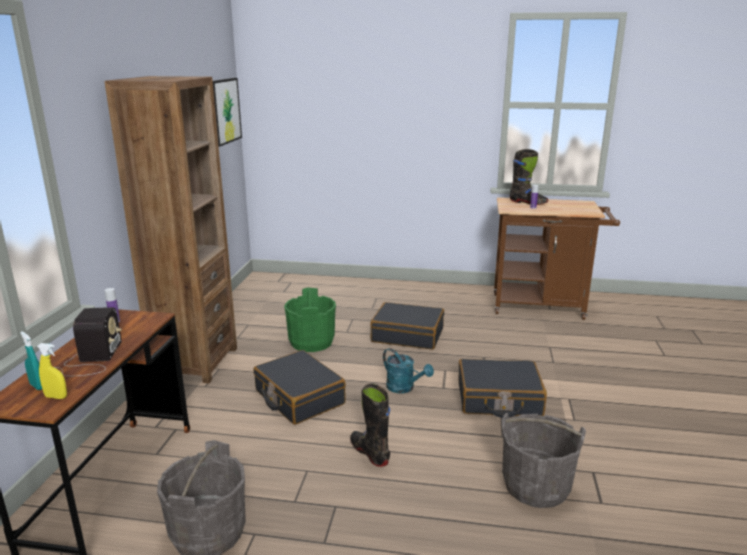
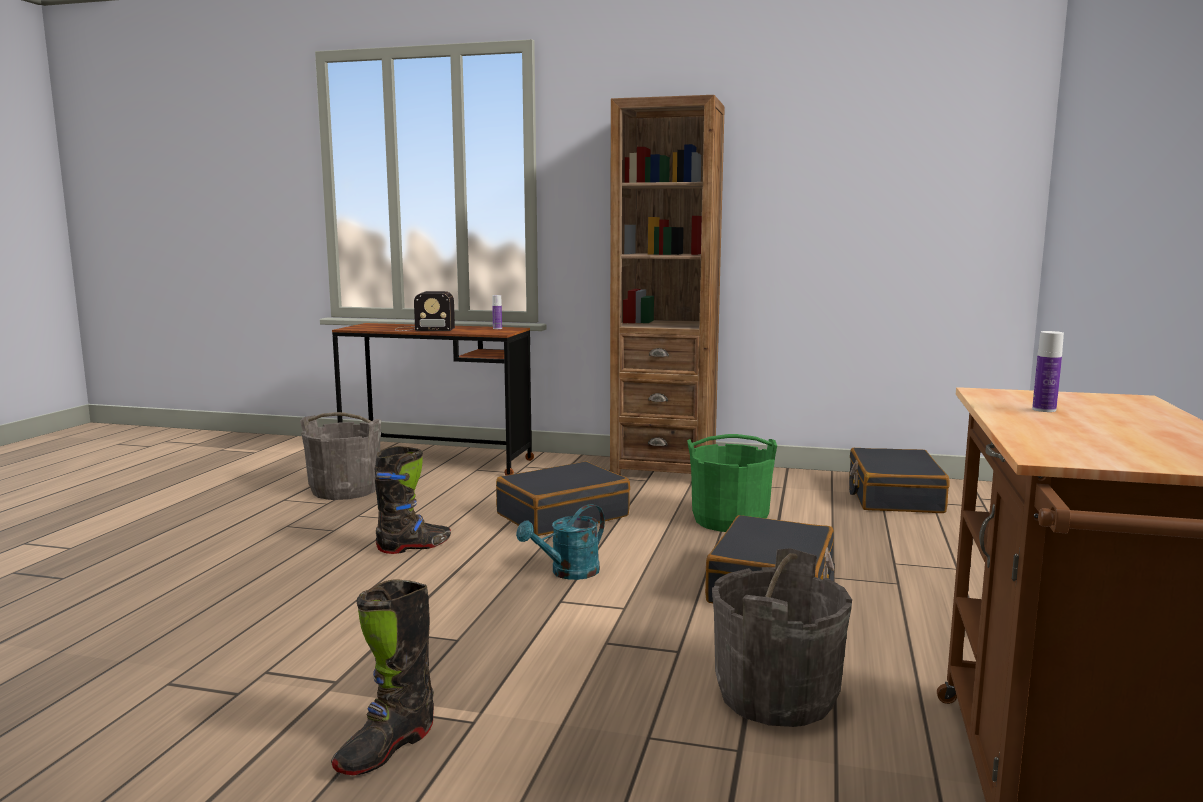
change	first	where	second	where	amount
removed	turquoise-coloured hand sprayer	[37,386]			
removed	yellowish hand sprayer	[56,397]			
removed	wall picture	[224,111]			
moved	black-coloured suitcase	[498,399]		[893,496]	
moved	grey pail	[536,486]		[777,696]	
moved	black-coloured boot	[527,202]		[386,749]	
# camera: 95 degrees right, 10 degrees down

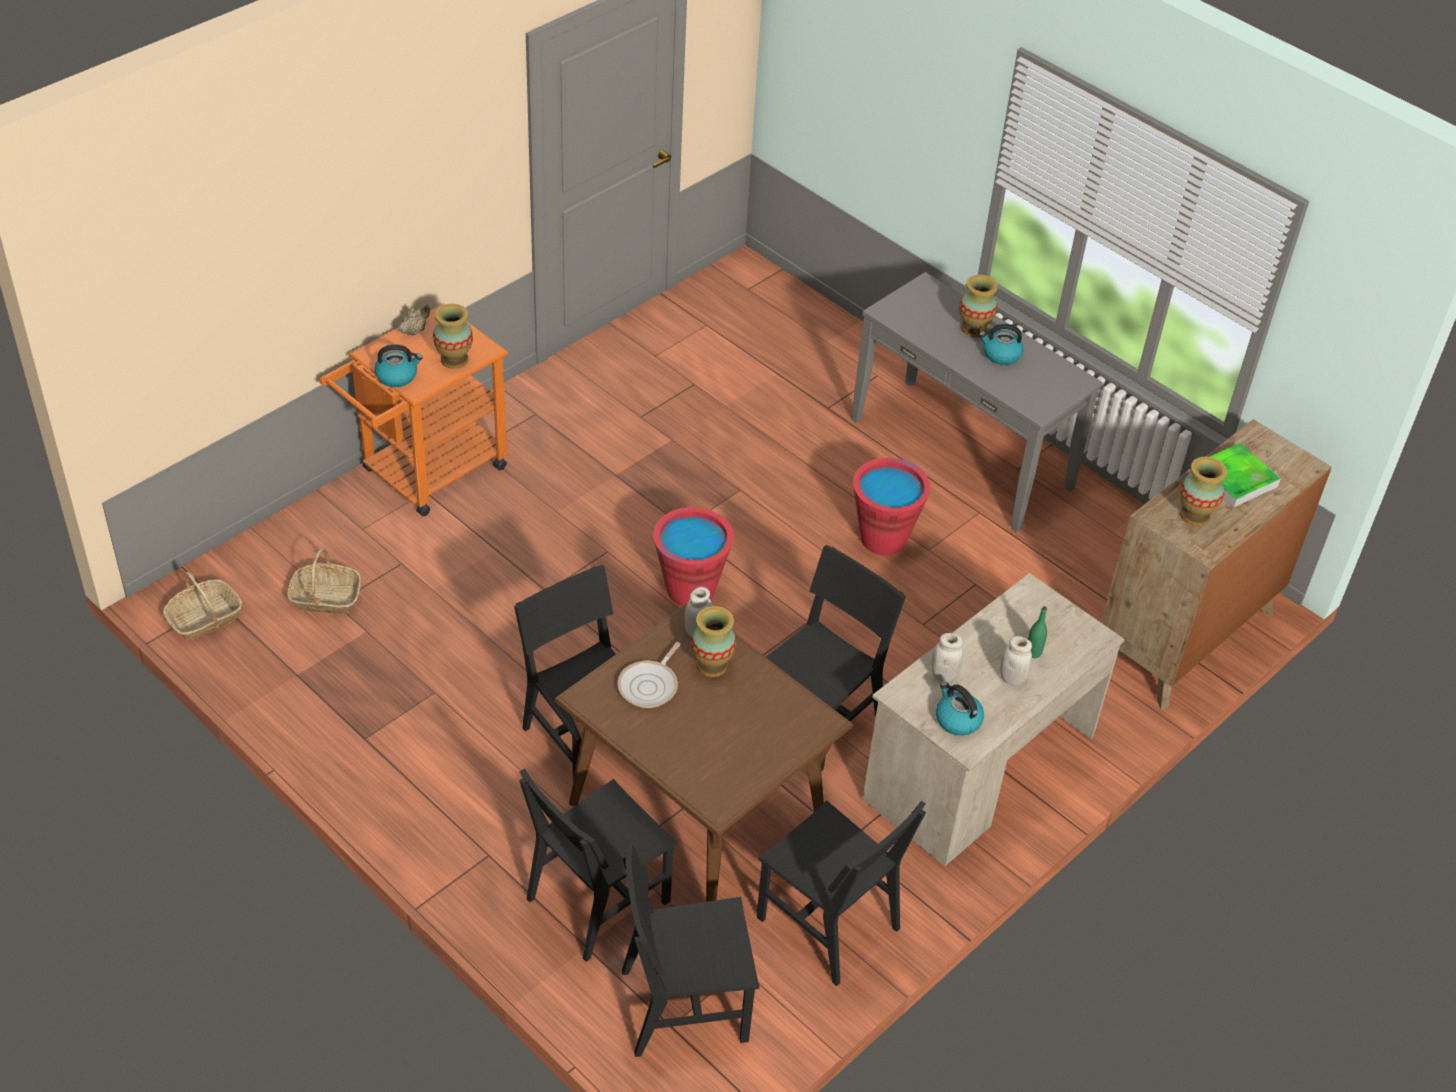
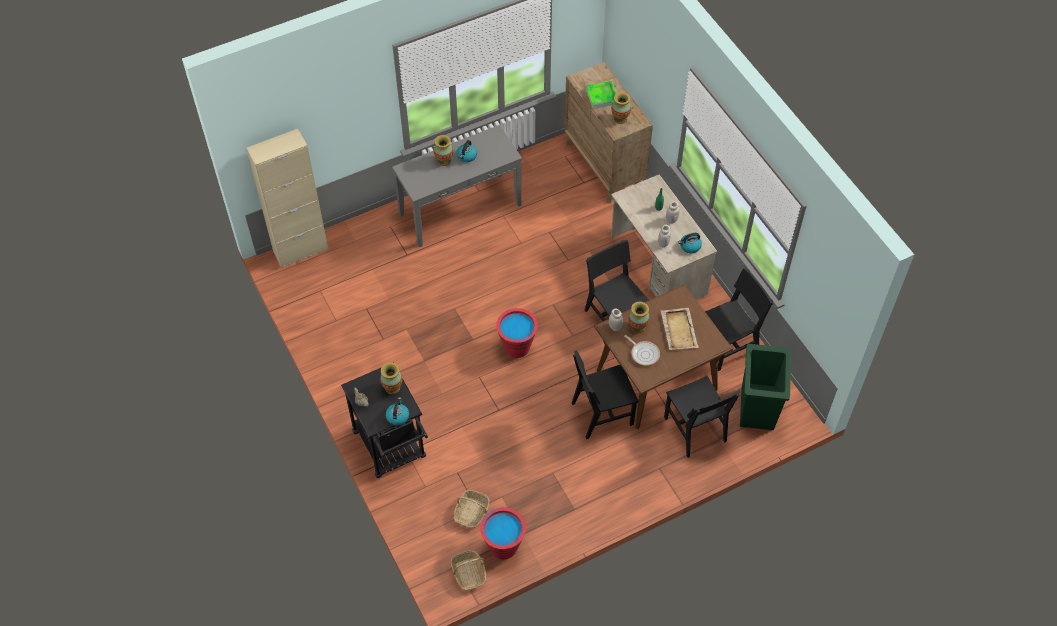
change	first	where	second	where	amount
recoloured	orangey cart	[425,474]	black-coloured cart	[392,449]	
replaced	black-coloured upright chair	[684,1005]	green-coloured trash can	[756,409]	
moved	red-coloured pail	[883,538]		[503,547]	
added			beige-coloured cupboard	[301,250]	
added			beige-coloured serving tray	[679,329]	
# camera: 70 degrees left, 10 degrees up

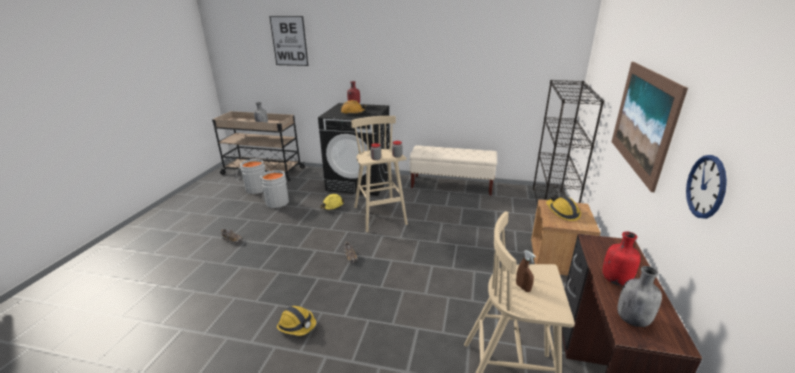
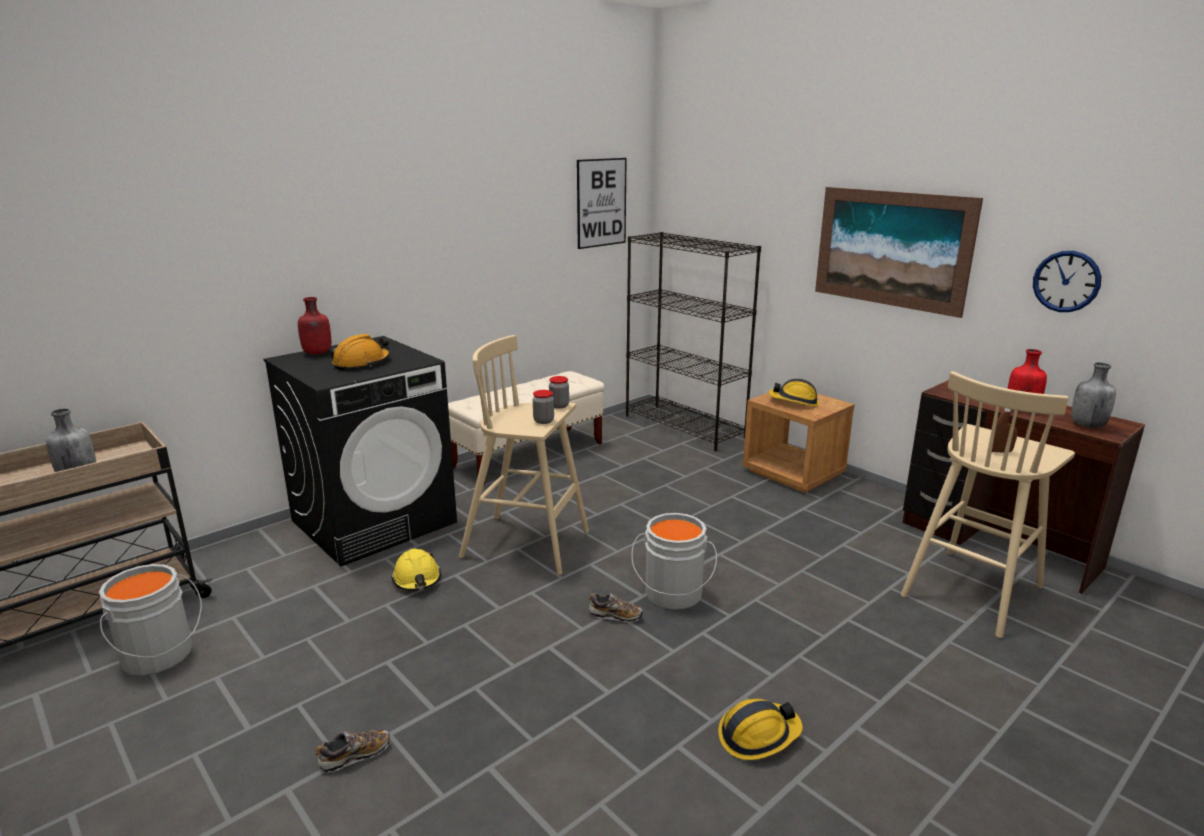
change	first	where	second	where	amount
moved	grey pail	[275,202]		[672,595]	
moved	wall picture	[289,41]		[601,203]	
# camera: 55 degrees left, 5 degrees down

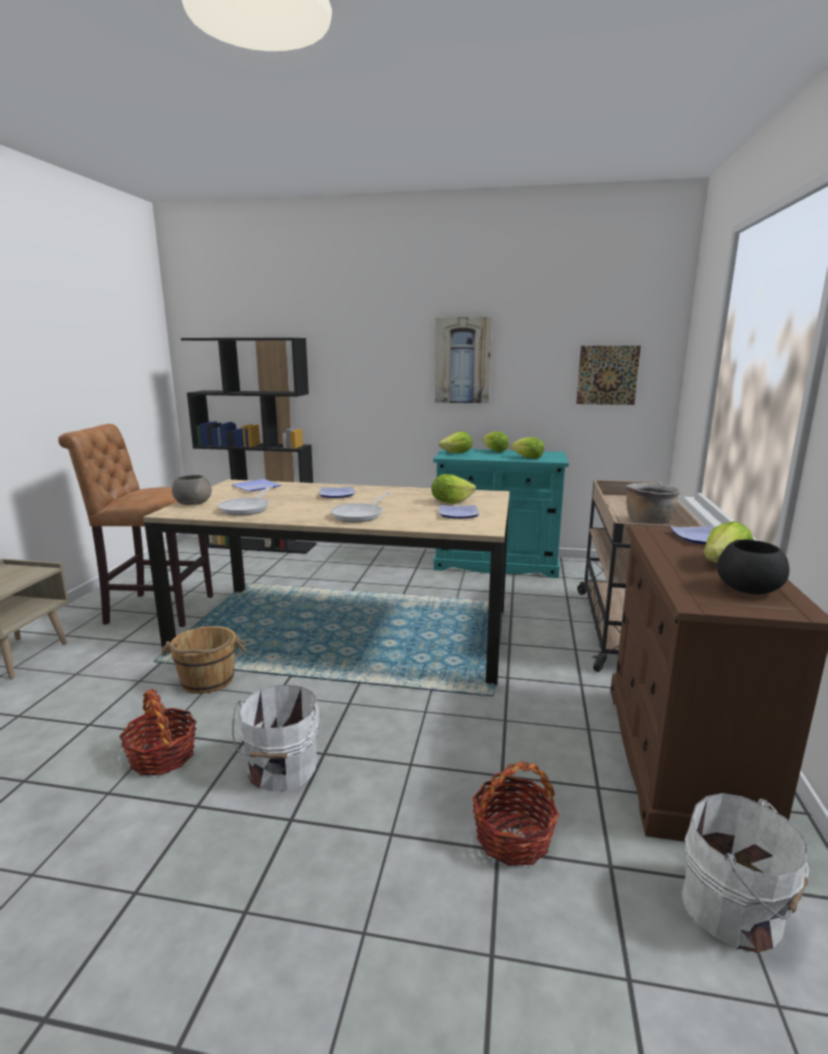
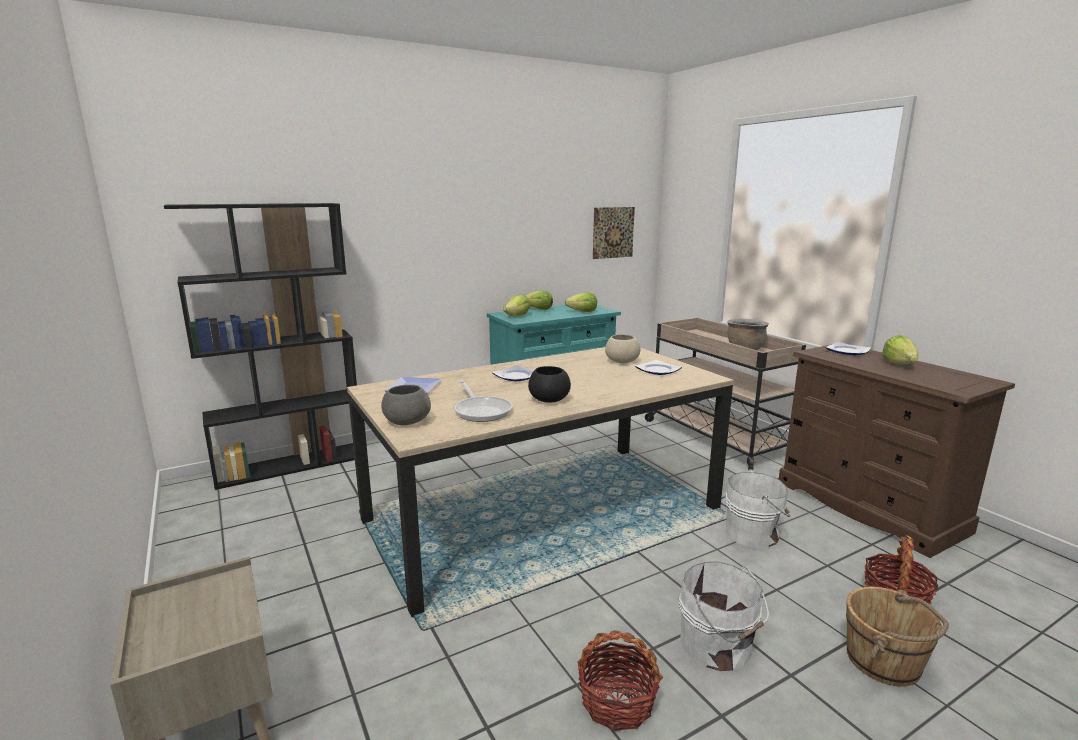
change	first	where	second	where	amount
removed	brown stool	[155,610]			
moved	brown pail	[207,680]		[884,661]	
removed	pan	[360,515]			
replaced	head of lettuce	[450,502]	beige-coloured serving bowl	[621,361]	
removed	wall picture	[462,360]			
moved	white-coloured pail	[736,911]		[754,533]	
moved	black-coloured serving bowl	[747,590]		[548,400]	
# camera: 40 degrees left, 0 degrees up

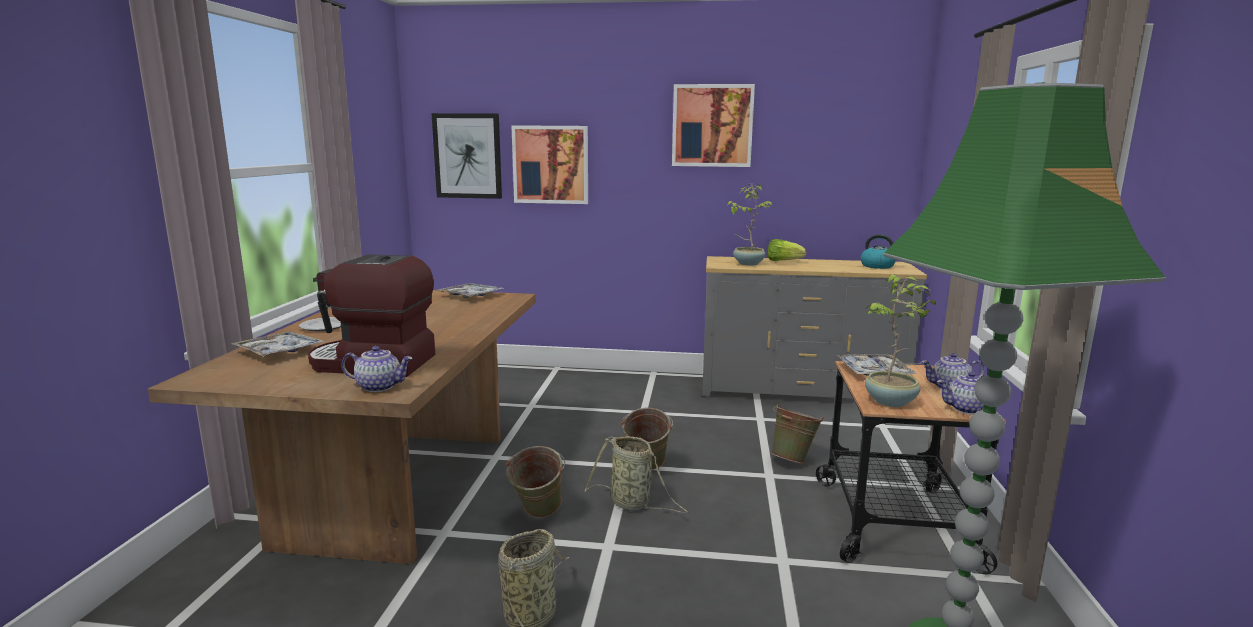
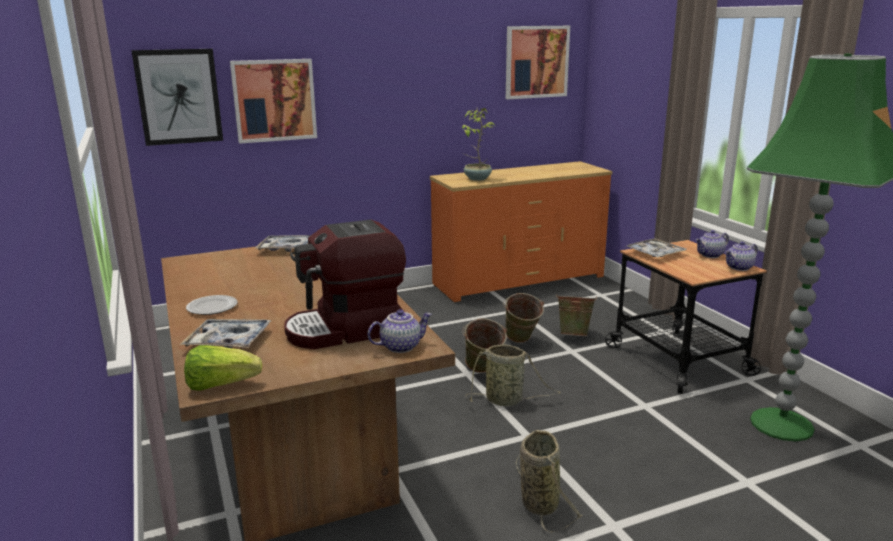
change	first	where	second	where	amount
moved	green-coloured pail	[537,516]		[521,341]	
moved	wall picture	[712,126]		[536,62]	
recoloured	grey dresser	[799,390]	orangey dresser	[518,280]	
moved	head of lettuce	[783,261]		[221,385]	
removed	water kettle	[878,266]			
removed	potted plant	[891,402]			
# camera: 30 degrees left, 5 degrees up

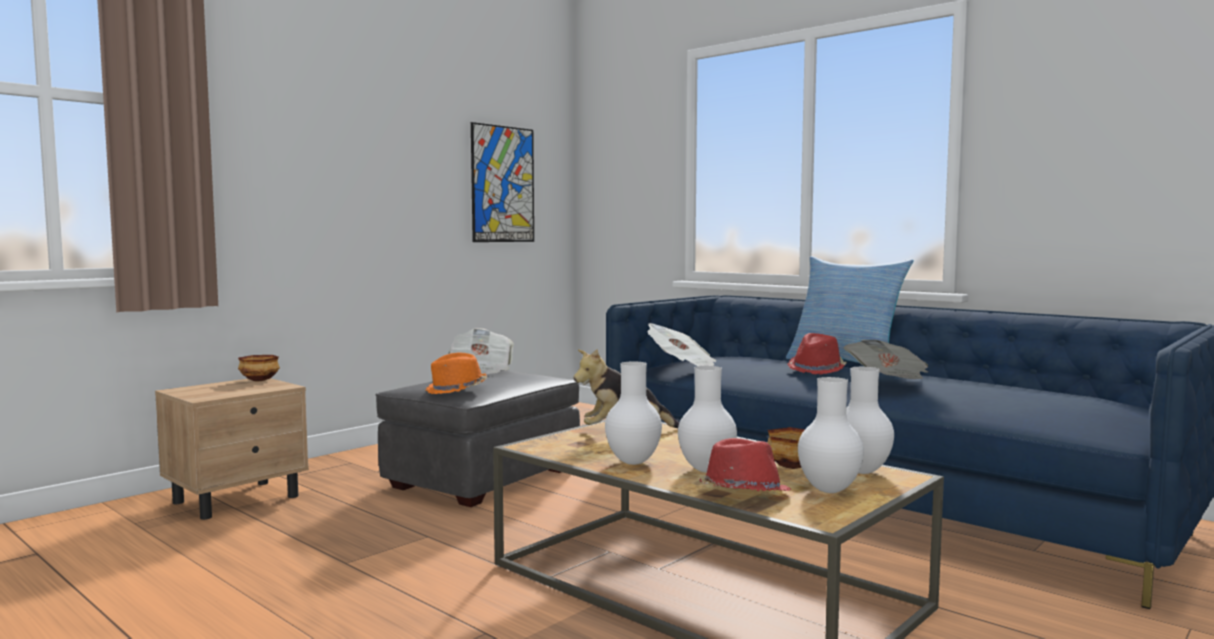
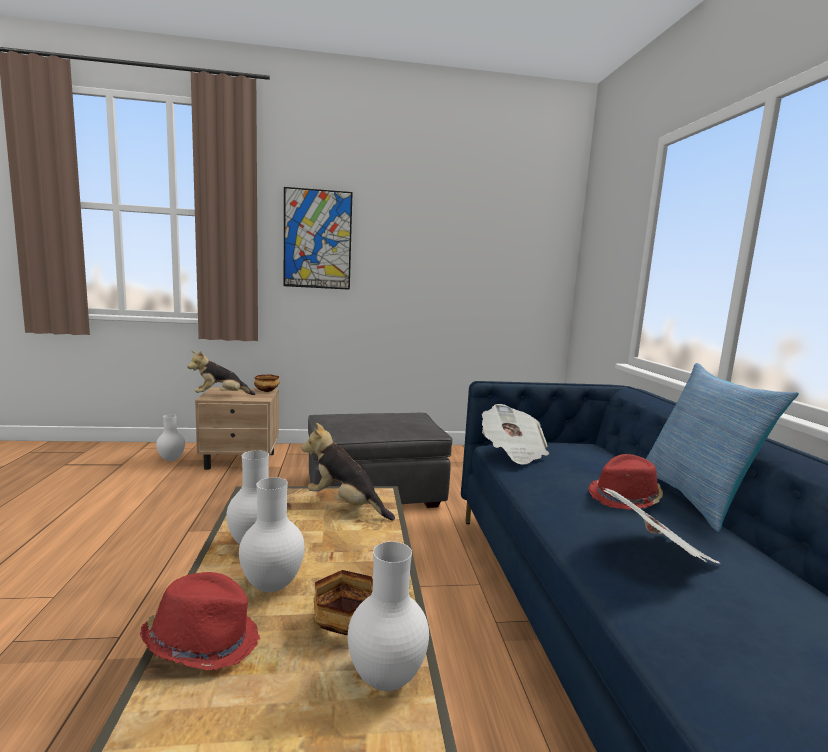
change	first	where	second	where	amount
removed	orangey clothing hat	[456,390]			
removed	printed paper	[481,371]			
moved	wall picture	[503,184]		[317,239]	
moved	white-coloured decorative vase	[827,490]		[171,459]	
added			plush toy	[220,396]	
# camera: 40 degrees right, 5 degrees up

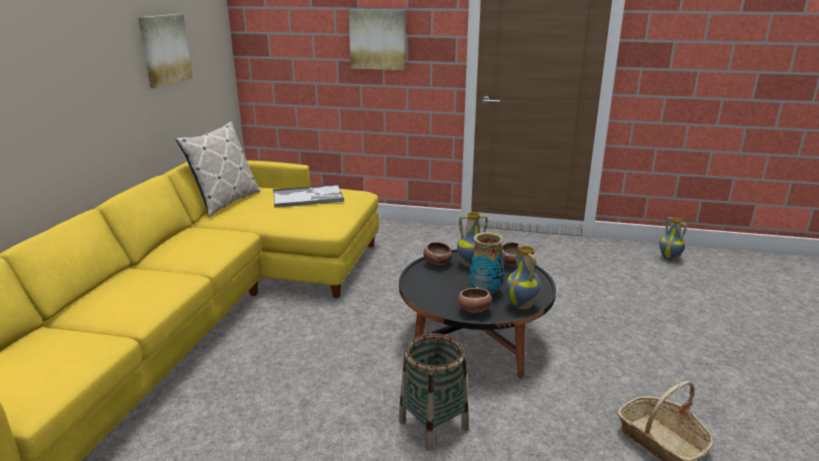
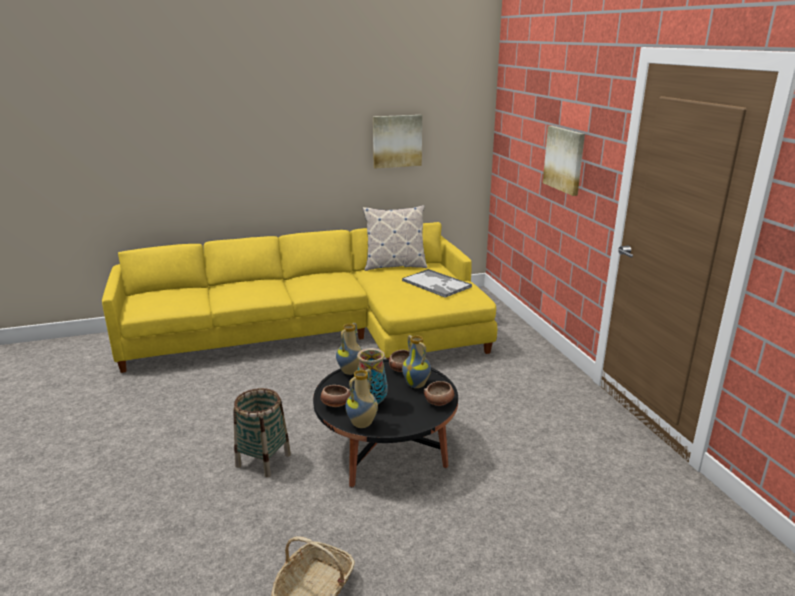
change	first	where	second	where	amount
moved	decorative vase	[670,258]		[351,372]	
# camera: 60 degrees right, 0 degrees up

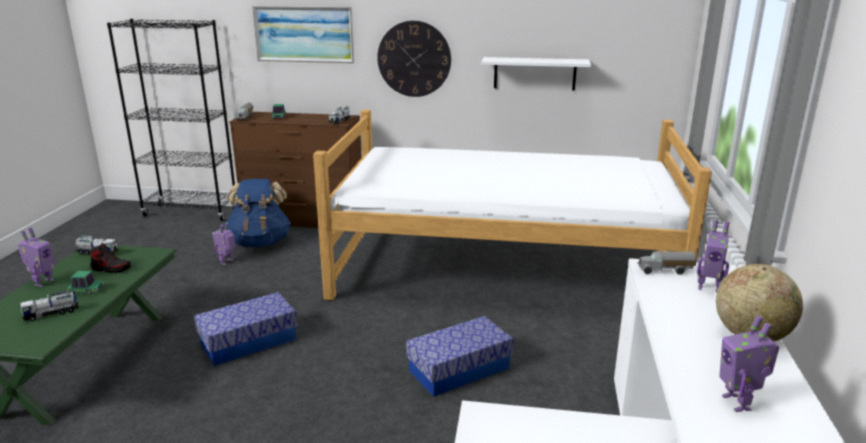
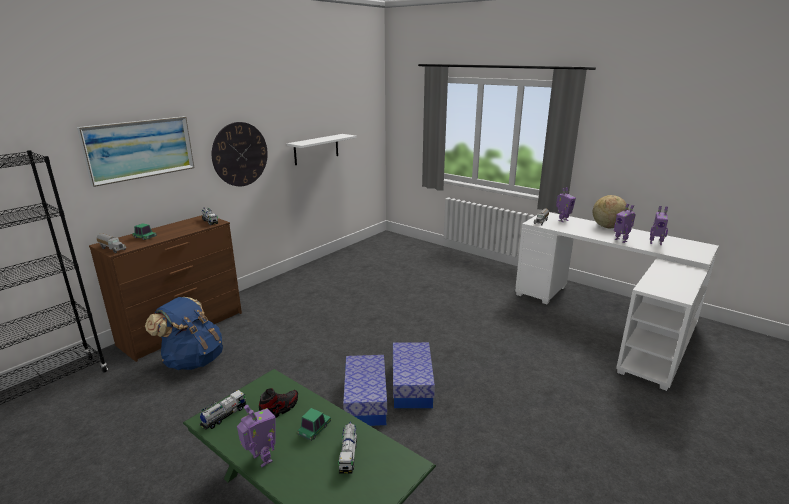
change	first	where	second	where	amount
moved	model robot	[227,262]		[621,240]	
removed	bed	[503,271]			
moved	storage container	[459,369]		[412,385]	
# camera: 60 degrees left, 0 degrees up

